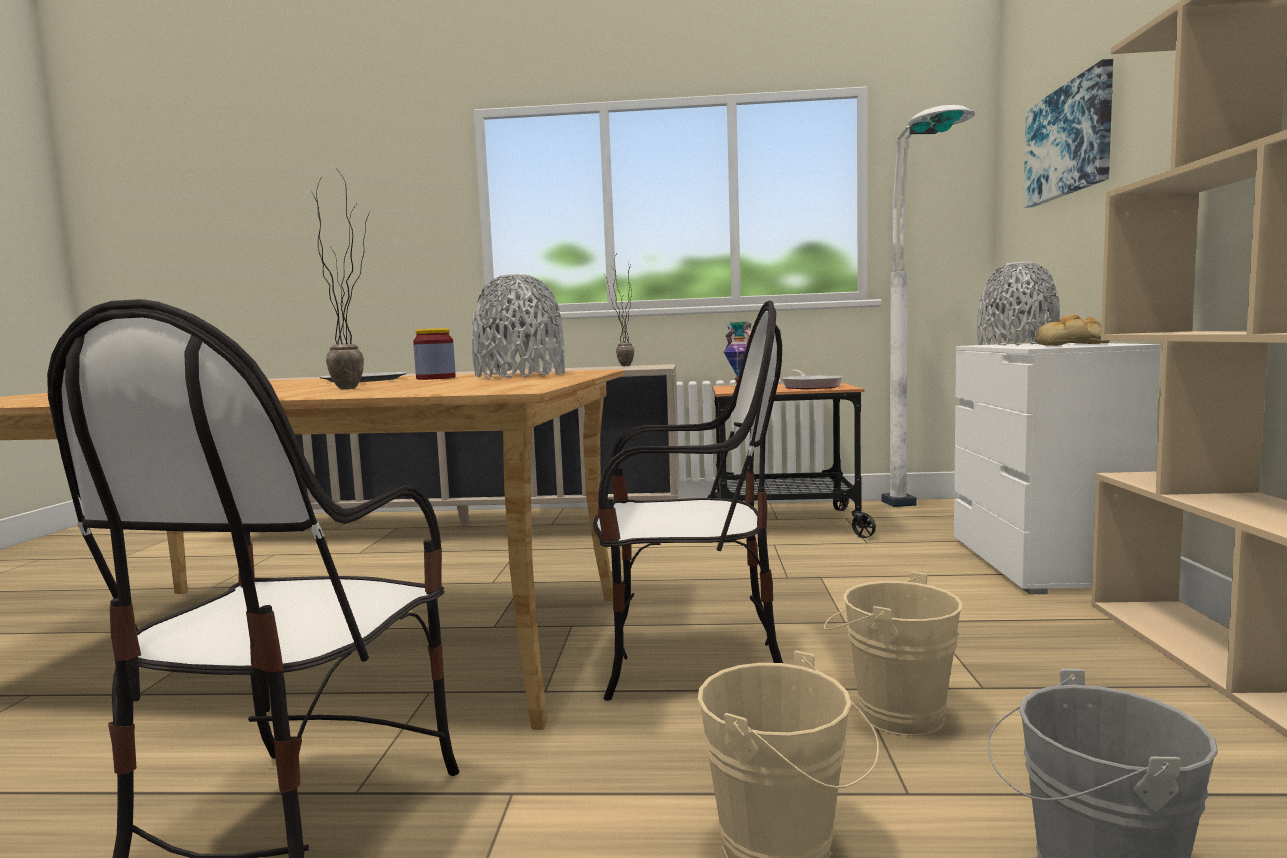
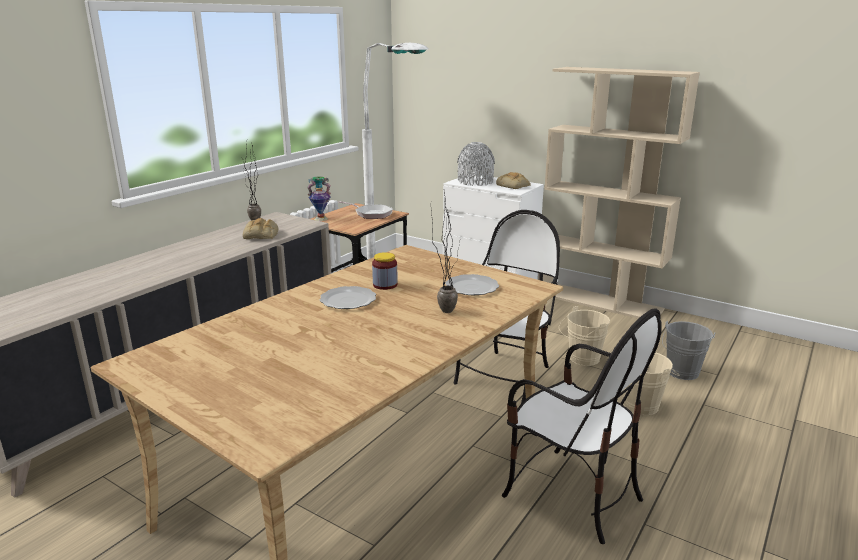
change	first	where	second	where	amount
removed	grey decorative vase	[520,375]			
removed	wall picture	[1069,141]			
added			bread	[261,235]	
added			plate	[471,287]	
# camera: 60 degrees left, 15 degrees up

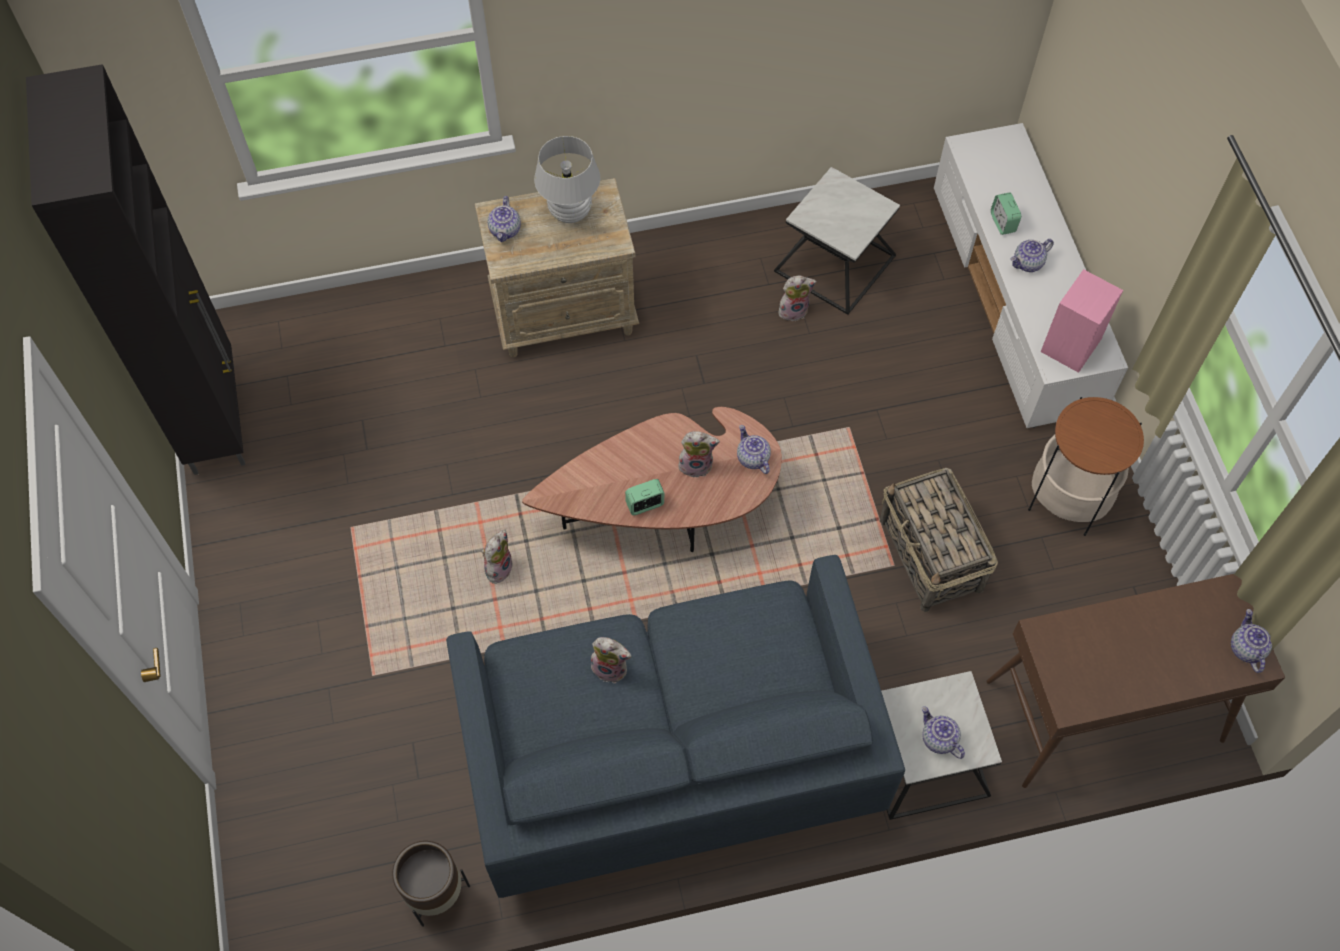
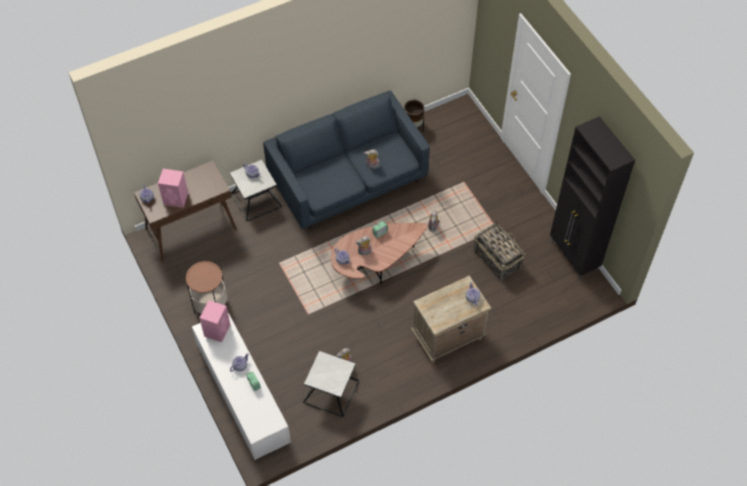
change	first	where	second	where	amount
removed	white-coloured lamp for a table	[570,212]			
moved	household basket	[931,556]		[497,259]	
added			pink loudspeaker	[176,199]	
# camera: 165 degrees right, 5 degrees down

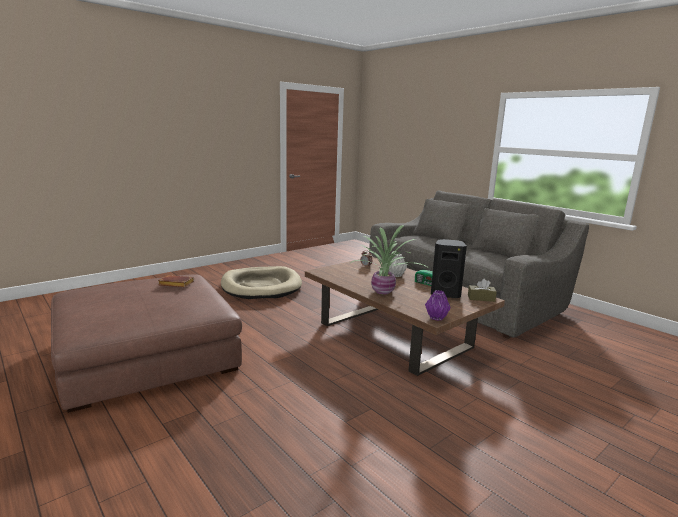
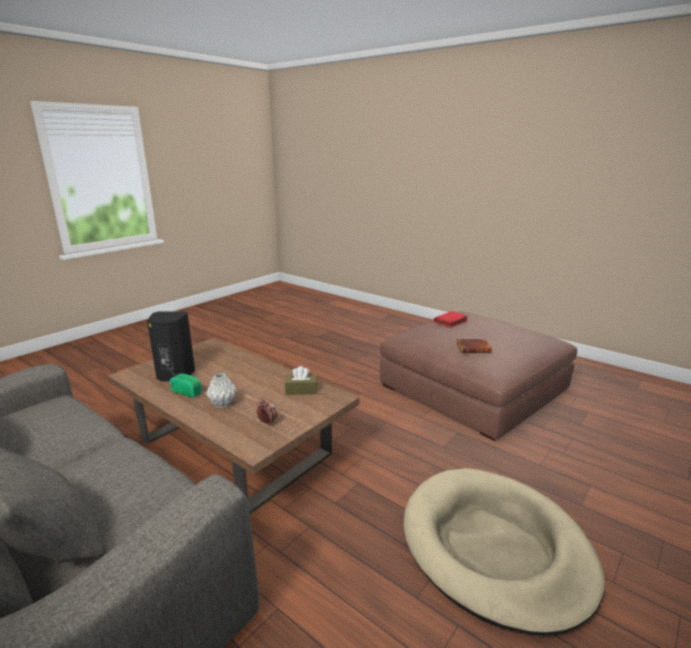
change	first	where	second	where	amount
removed	potted plant	[384,292]			
removed	purple-coloured decorative vase	[436,318]			
moved	brown box of tissues	[481,298]		[301,390]	
added			red-coloured bound book	[450,321]	
# camera: 170 degrees right, 5 degrees up

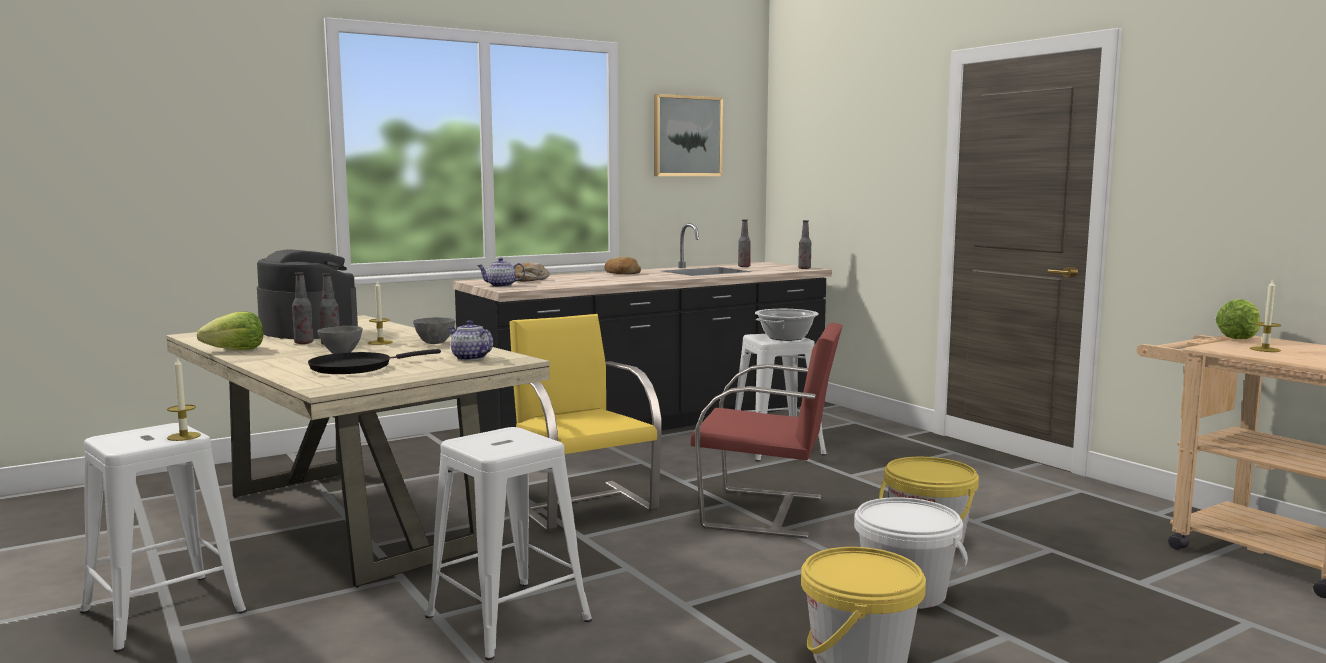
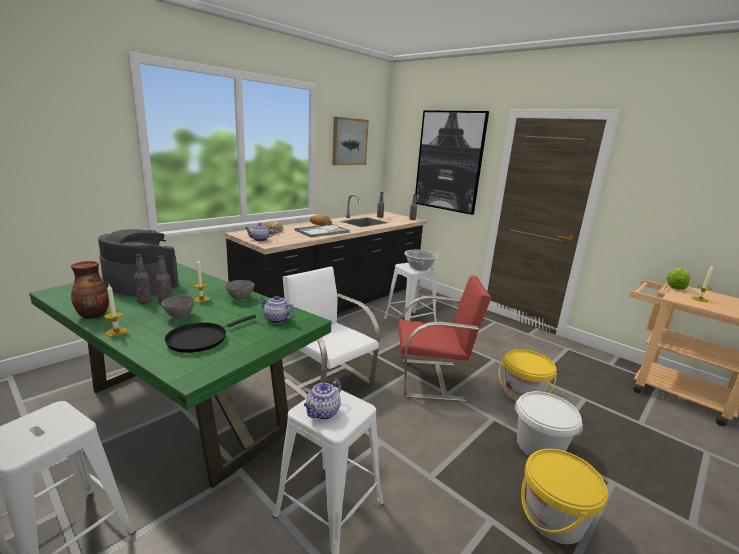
change	first	where	second	where	amount
recoloured	beige-coloured dinner table	[351,520]	green-coloured dinner table	[186,410]	
moved	wax candle	[184,436]		[116,332]	
replaced	head of lettuce	[235,350]	decorative vase	[94,315]	
recoloured	yellowish upright chair	[582,505]	white-coloured upright chair	[328,381]	
added			serving tray	[322,231]	
added			pot for tea	[322,413]	
added			wall picture	[449,161]	
# camera: 15 degrees left, 10 degrees up

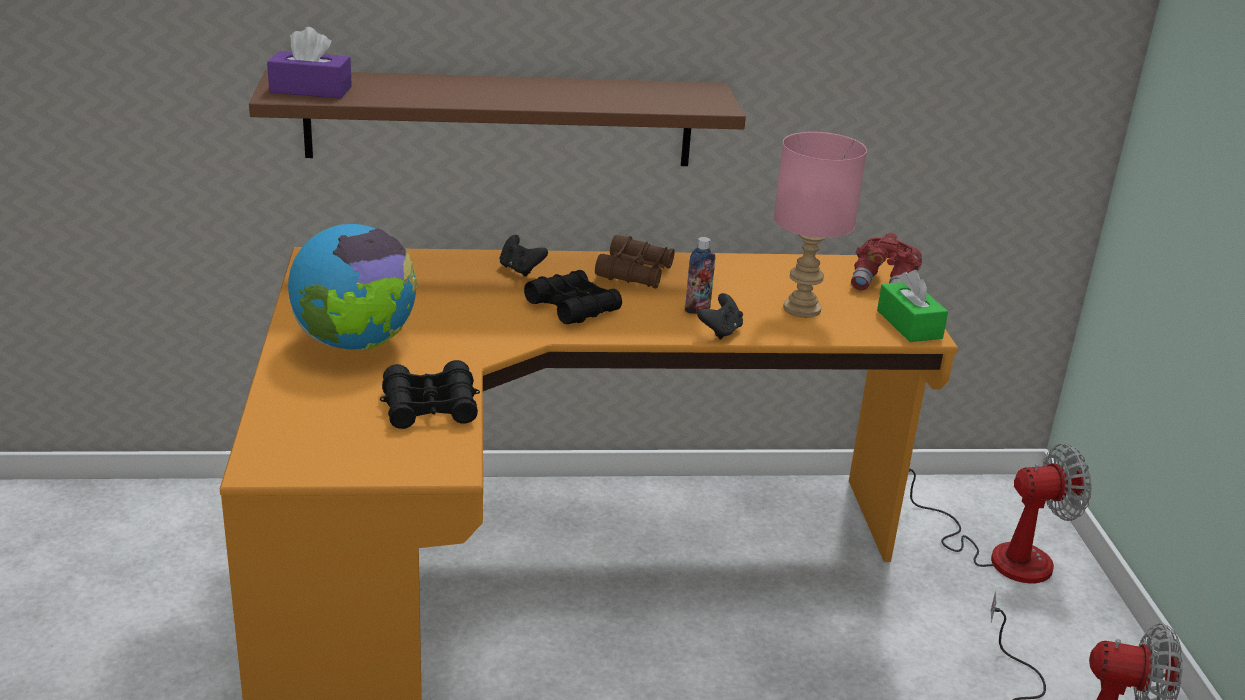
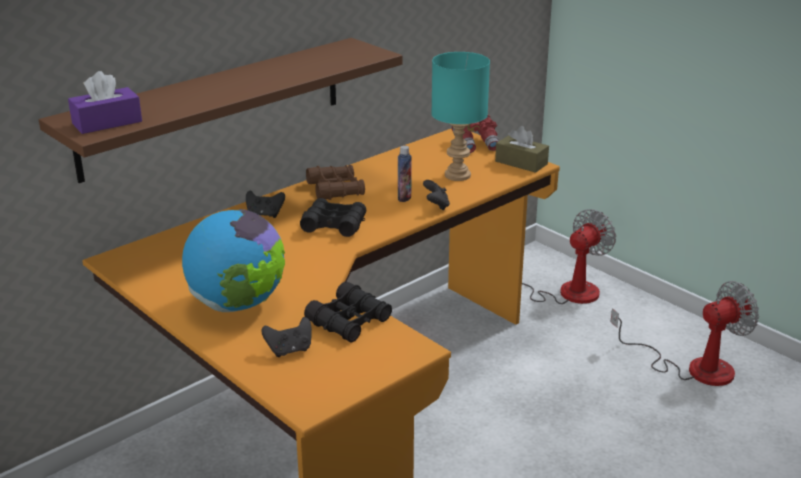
change	first	where	second	where	amount
recoloured	pink lamp for a table	[800,309]	turquoise-coloured lamp for a table	[456,176]	
recoloured	green-coloured box of tissues	[909,324]	brown box of tissues	[521,163]	
added			black-coloured joypad	[289,350]	
# camera: 35 degrees left, 0 degrees up

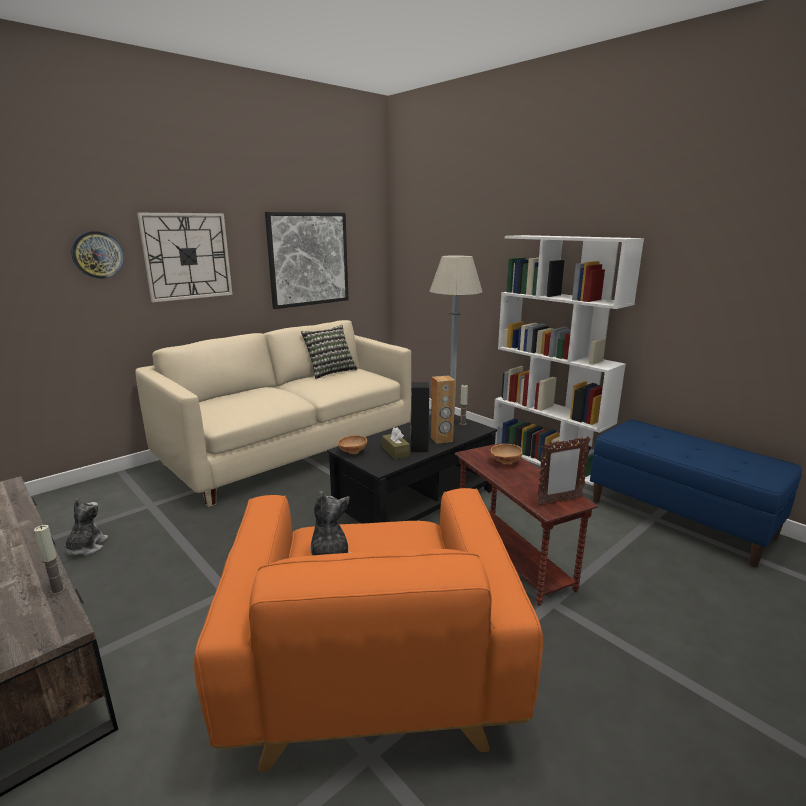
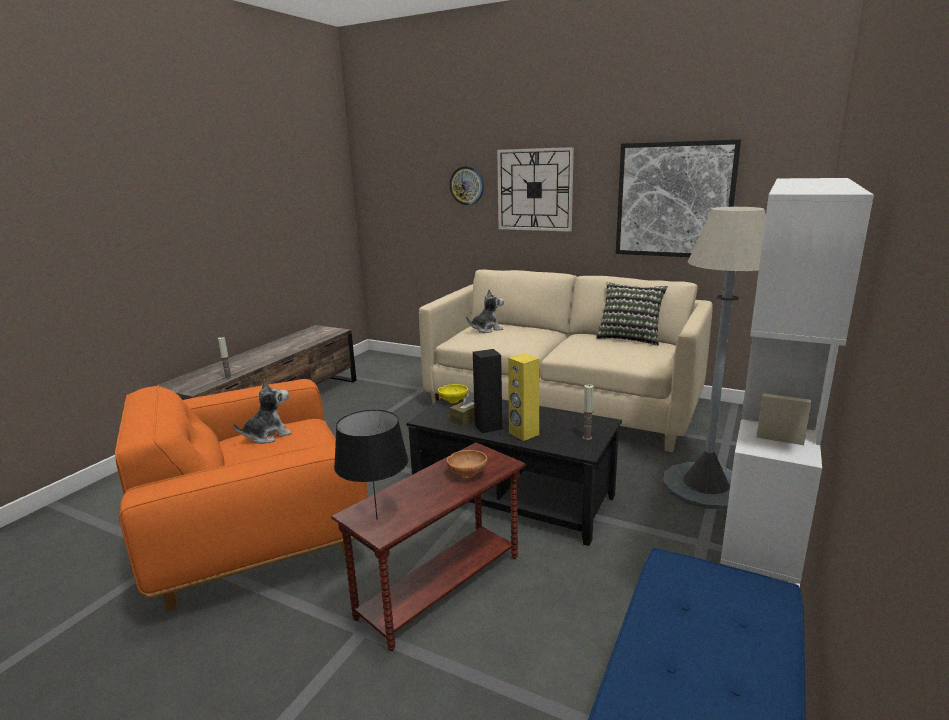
change	first	where	second	where	amount
moved	plush toy	[86,547]		[486,329]	
recoloured	brown serving bowl	[352,452]	yellowish serving bowl	[453,400]	
recoloured	brown loudspeaker	[441,439]	yellowish loudspeaker	[523,434]	
replaced	standing frame	[559,501]	black-coloured lamp for a table	[378,519]	
# camera: 70 degrees right, 0 degrees up

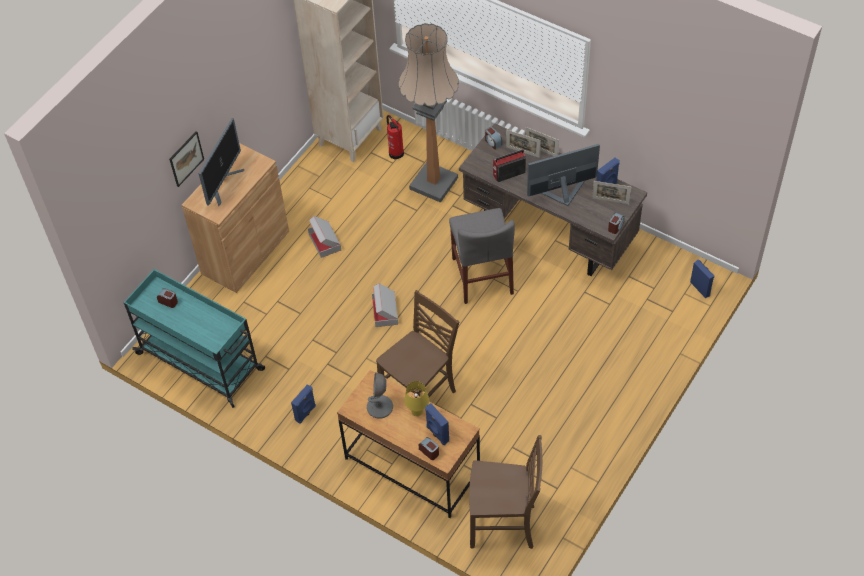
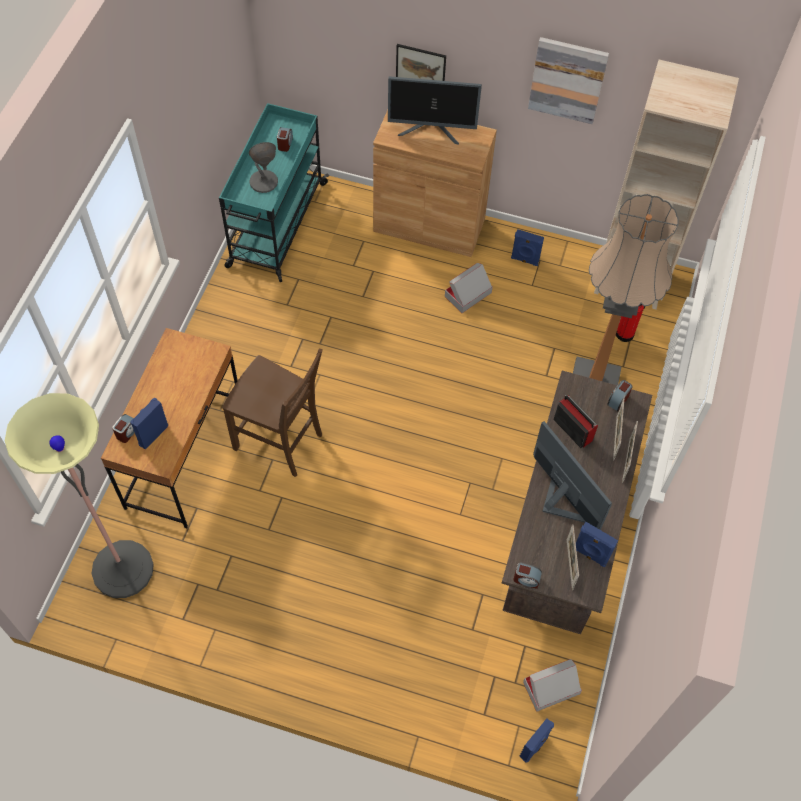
change	first	where	second	where	amount
moved	bluish loudspeaker	[306,413]		[524,260]	
moved	grey lamp for a table	[380,407]		[263,182]	
moved	cardboard box	[385,311]		[551,688]	
removed	yellowish lamp for a table	[417,411]			
removed	grey upright chair	[482,275]			
replaced	brown upright chair	[504,525]	standard lamp	[123,569]	
added			wall picture	[567,80]	
# camera: 70 degrees right, 5 degrees up

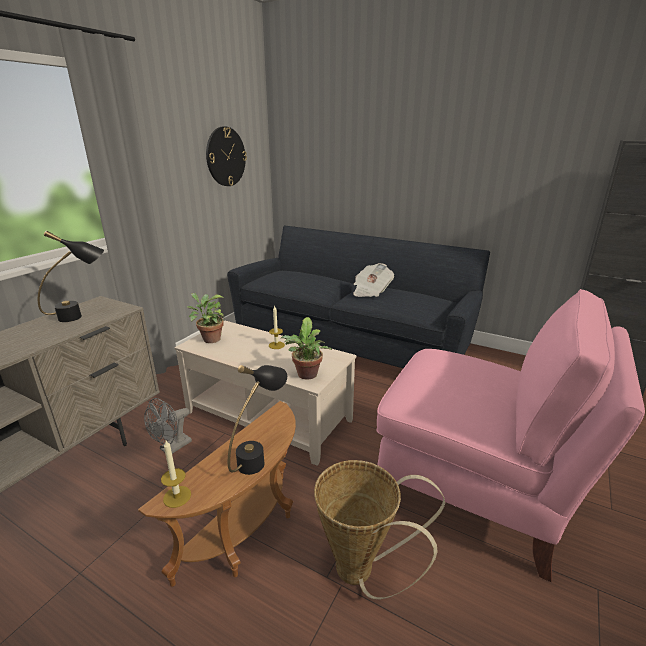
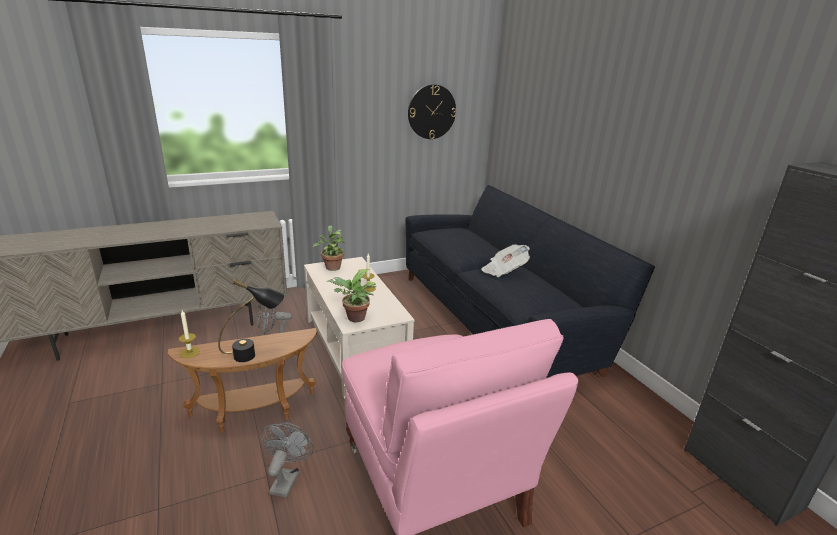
change	first	where	second	where	amount
removed	black-coloured lamp for a table	[81,315]			
replaced	household basket	[363,573]	grey electric fan	[286,479]	
# camera: 35 degrees right, 0 degrees up

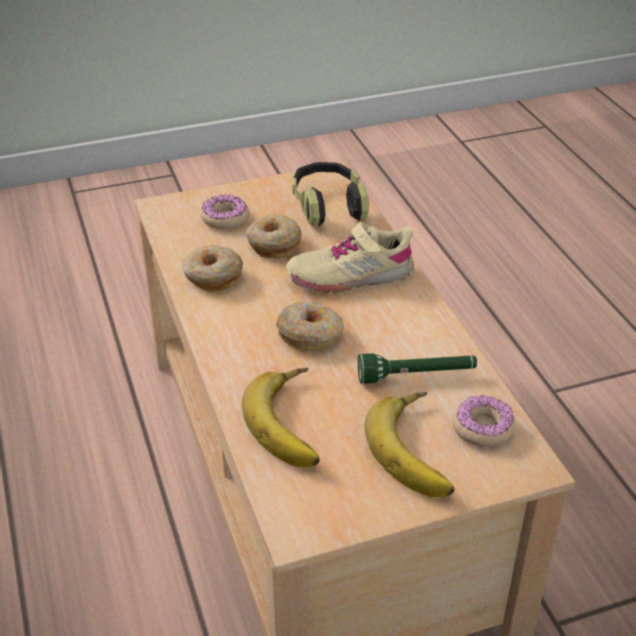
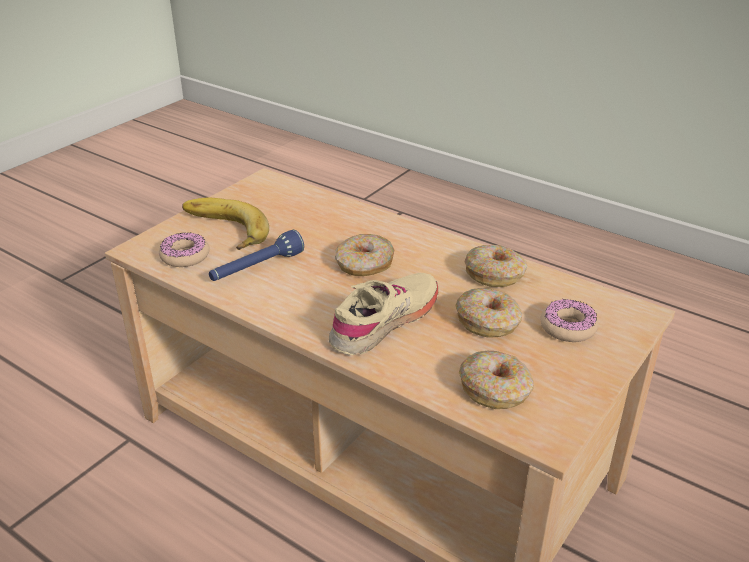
change	first	where	second	where	amount
removed	banana	[295,423]			
replaced	pair of headphones	[328,206]	donut	[496,389]	
recoloured	green-coloured hand torch	[416,376]	bluish hand torch	[256,268]	
# camera: 145 degrees right, 5 degrees down

